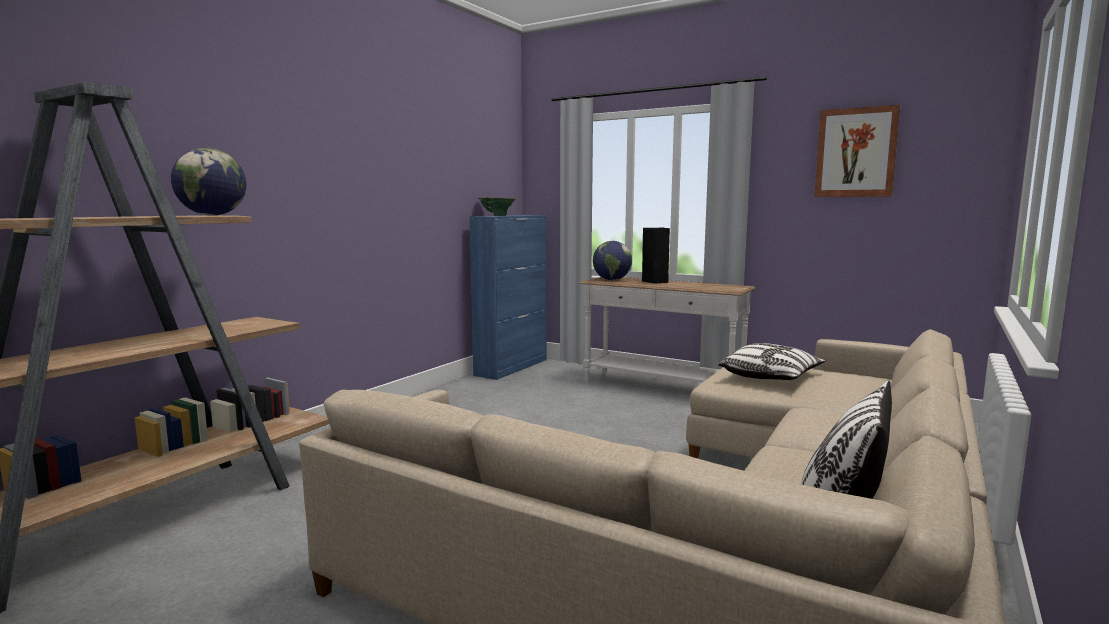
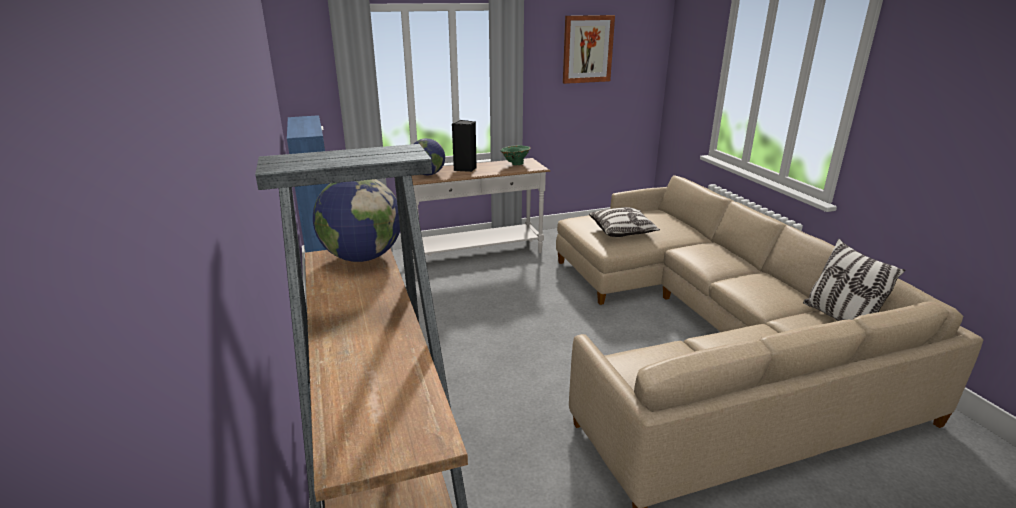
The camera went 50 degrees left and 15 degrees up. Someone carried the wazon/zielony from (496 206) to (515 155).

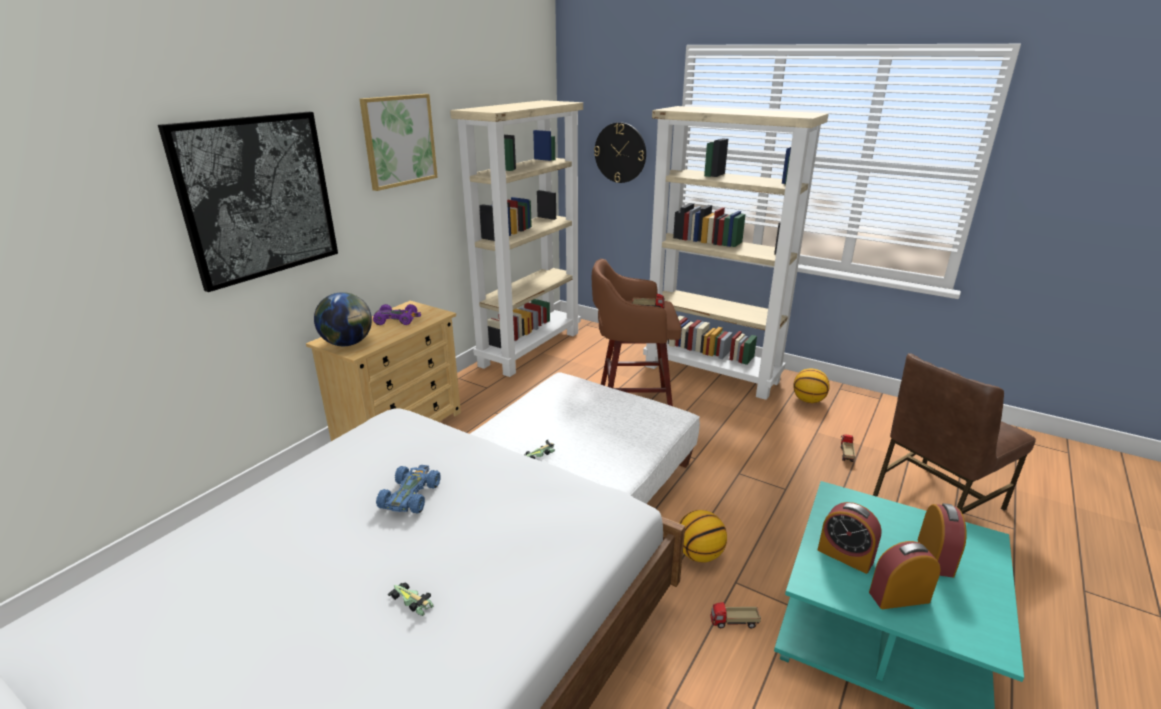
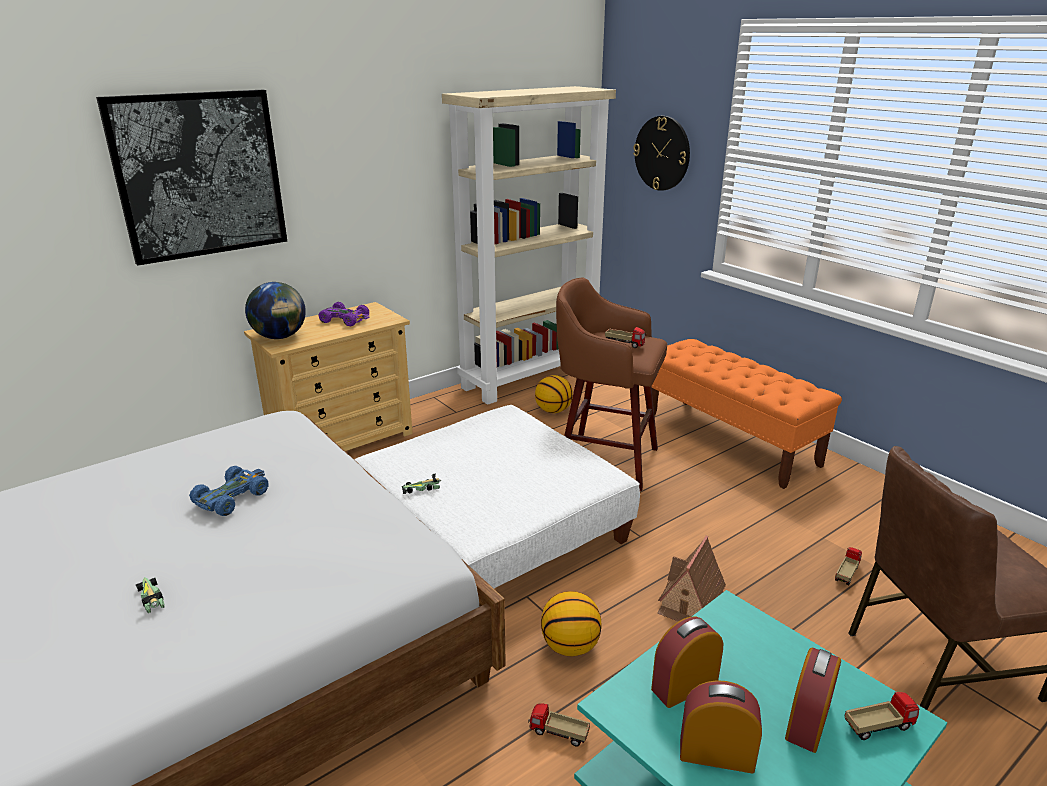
The camera went 20 degrees right and 0 degrees up. Someone took away the obraz at (399 142). Someone swapped the regał/beżowy at (736 253) for the ławka/pomarańczowy at (747 414). Someone carried the piłka do koszykówki from (811 385) to (554 394). Someone rotated the budzik at (850 538) by 90 degrees clockwise. Someone put down the domek at (691 579). Someone put down the ciężarówka zabawkowa at (881 716).

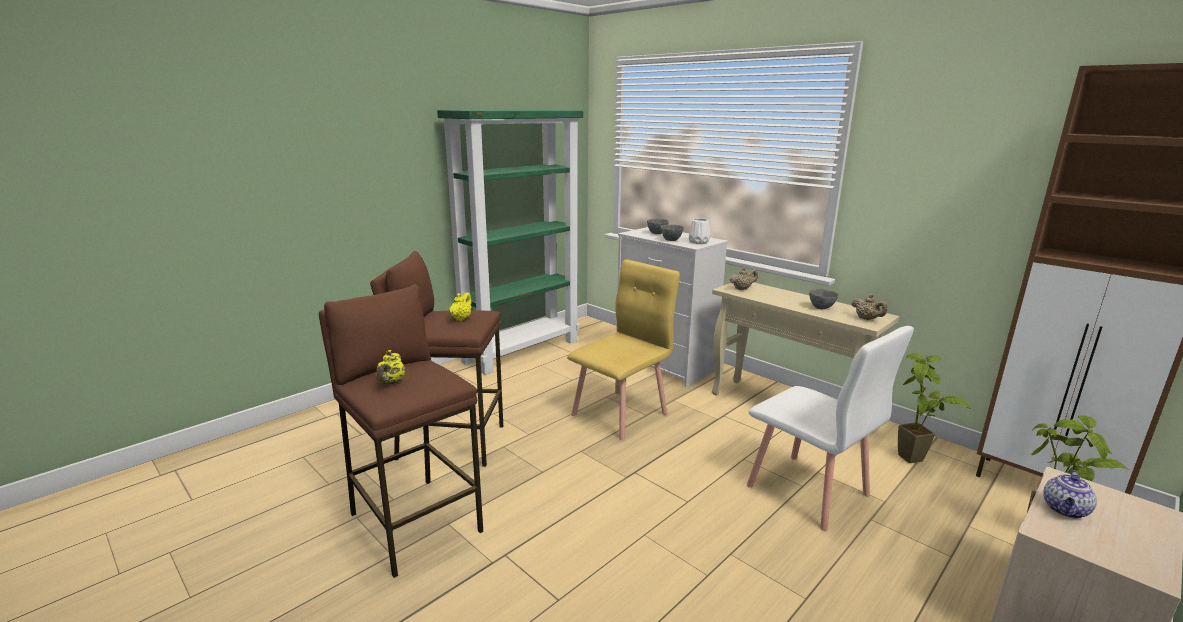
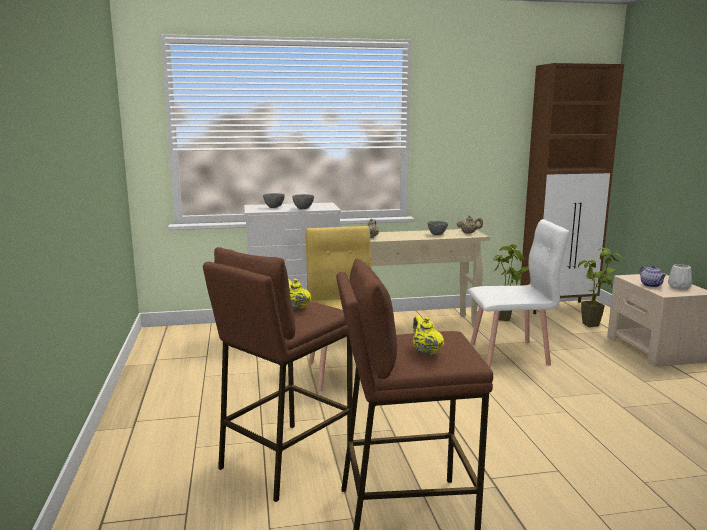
The camera went 55 degrees left and 5 degrees down. Someone rotated the imbryk/żółty at (390 367) by 150 degrees counterclockwise. Someone took away the regał/zielony at (510 242). Someone carried the wazon/biały from (699 231) to (680 277).

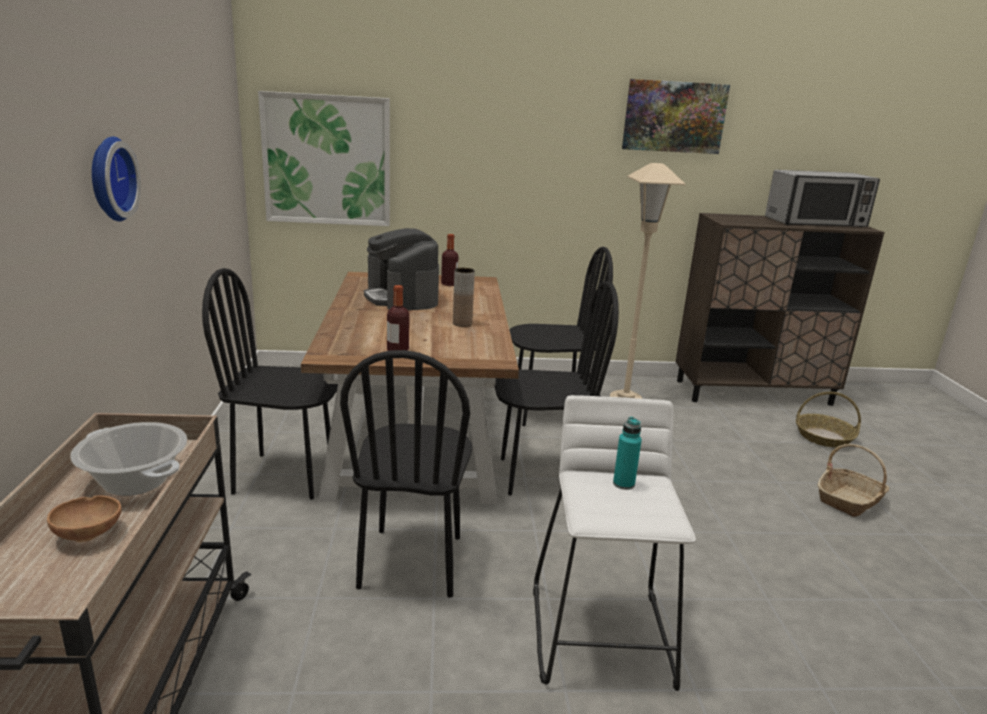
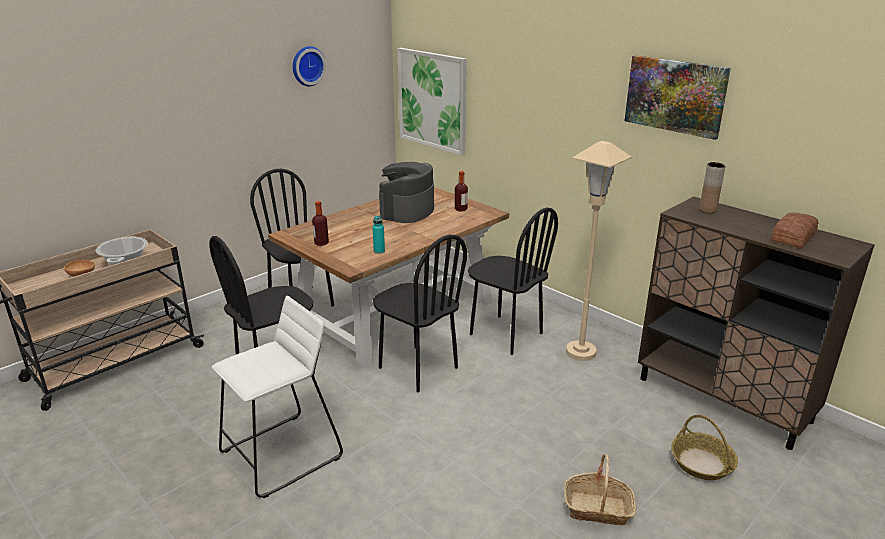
The camera went 50 degrees right and 5 degrees up. Someone carried the zegar ścienny from (116 179) to (309 66). Someone carried the wazon/brązowy from (464 297) to (712 187). Someone carried the butelka/turkusowy from (627 453) to (379 235). Someone swapped the mikrofalówka at (822 198) for the chleb at (795 230).

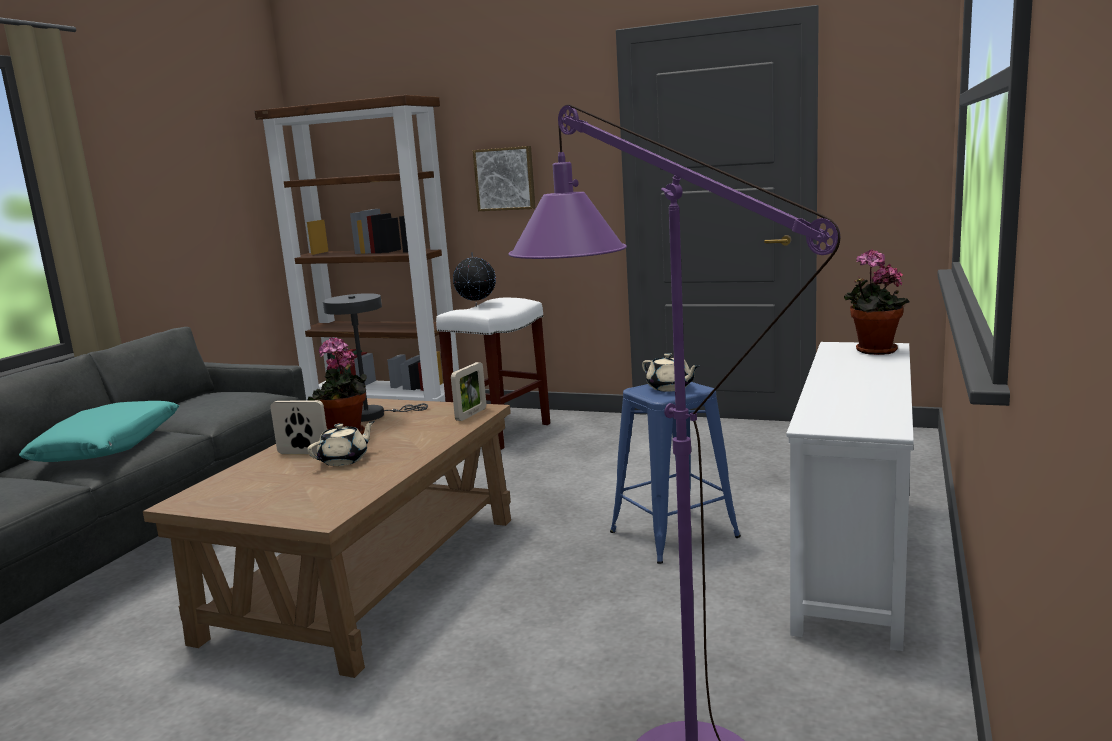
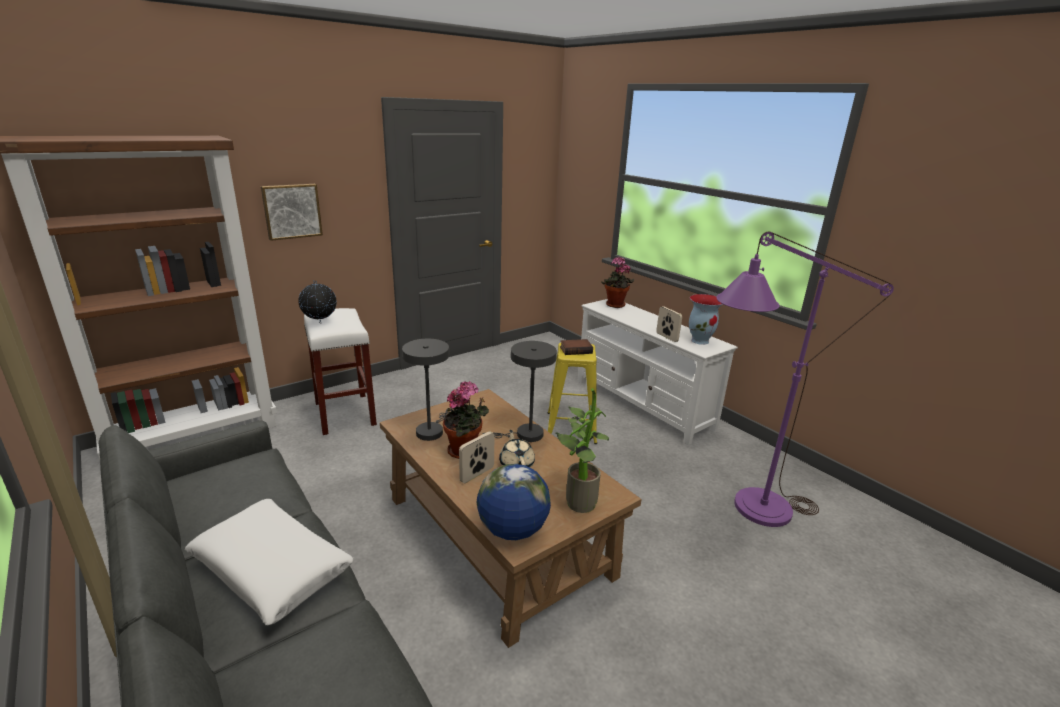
The camera went 60 degrees left and 10 degrees up. Someone repainted the poduszka/turkusowy at (99 431), which became the poduszka/biały at (269 562). Someone carried the ramka na zdjęcie from (468 391) to (669 324). Someone repainted the stołek/niebieski at (675 473), which became the stołek/żółty at (572 393). Someone swapped the imbryk/beżowy at (671 372) for the książka at (576 347). Someone put down the globus at (514 502). Someone put down the lampa stołowa/szary at (519 391). Someone put down the roślina doniczkowa at (582 450). Someone put down the wazon at (706 319).

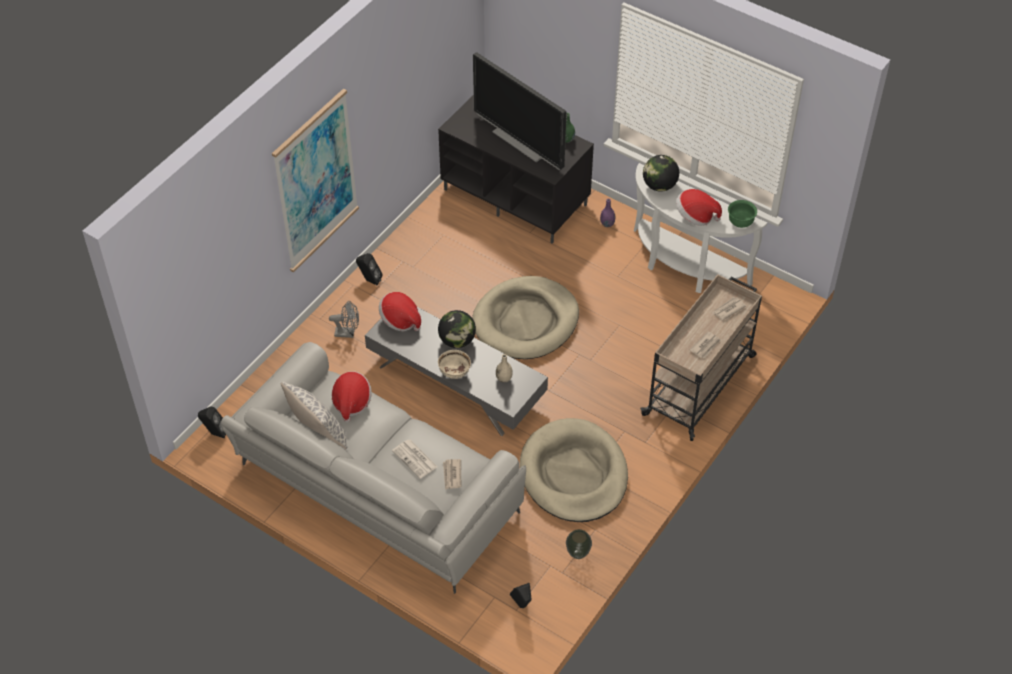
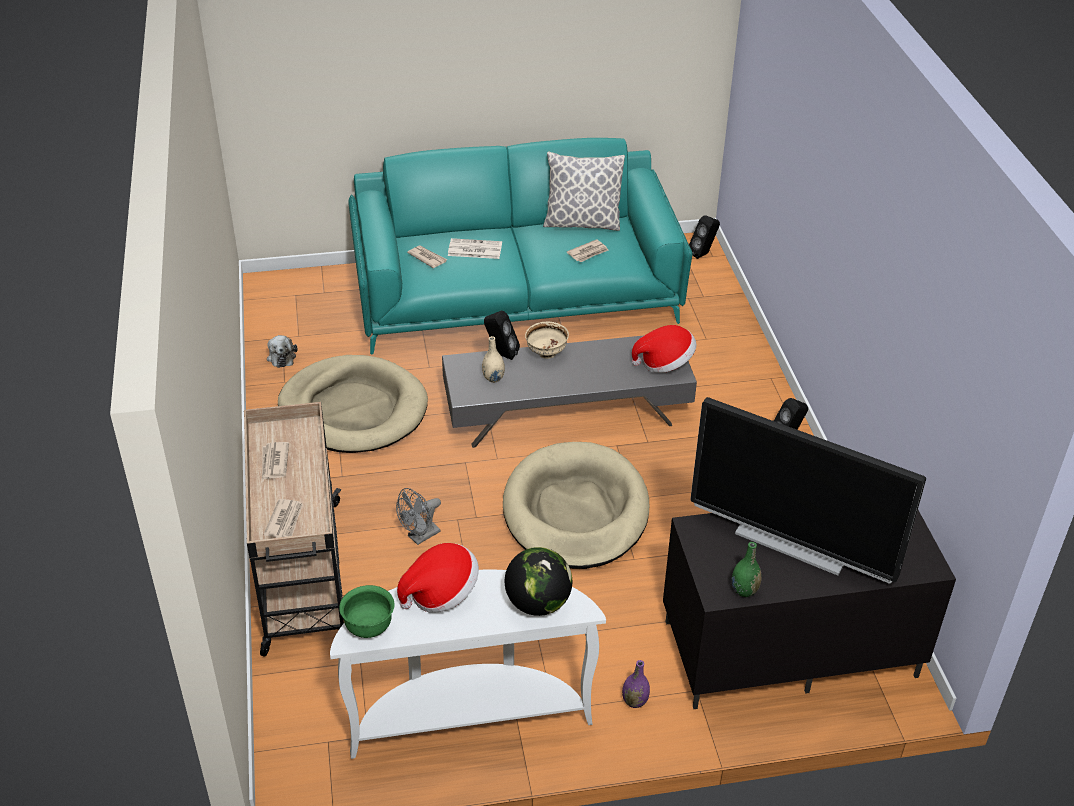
The camera went 135 degrees right and 10 degrees down. Someone repainted the kanapa/szary at (373 468), which became the kanapa/turkusowy at (520 246). Someone took away the obraz at (315 180). Someone carried the wentylator/szary from (344 319) to (418 516). Someone swapped the kapelusz at (352 396) for the gazeta at (588 250). Someone took away the globus at (457 329). Someone rotated the telewizor at (520 111) by 150 degrees counterclockwise. Someone carried the głośnik/czarny from (521 595) to (502 335). Someone swapped the wazon at (579 544) for the pluszak at (282 351).

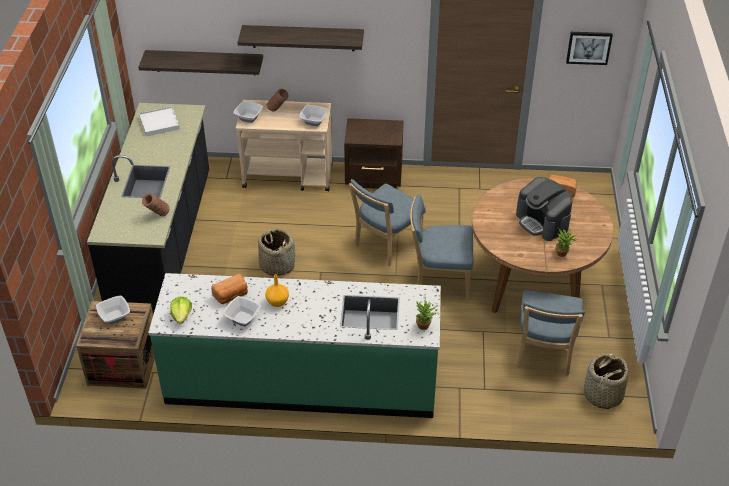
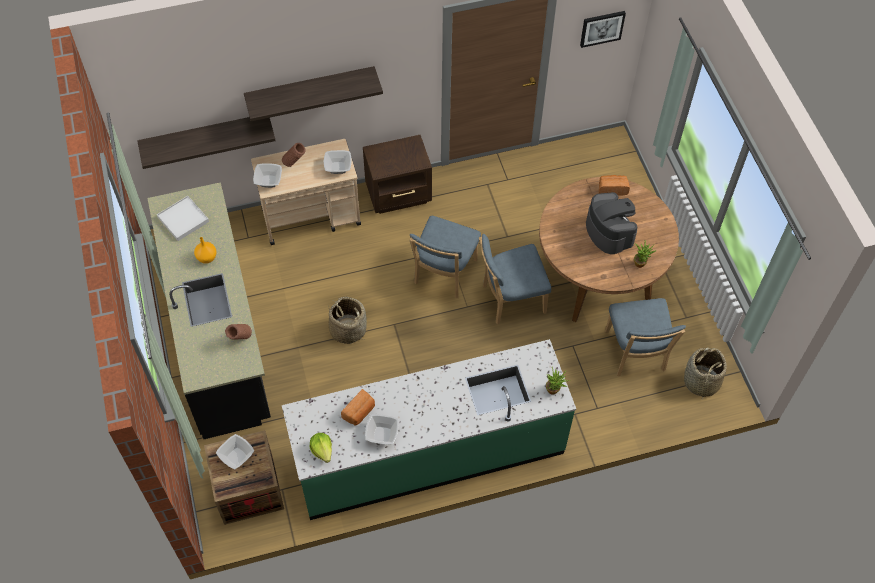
The camera went 20 degrees left and 15 degrees up. Someone carried the wazon/pomarańczowy from (277 290) to (205 250). Someone rotated the ekspres do kawy at (544 209) by 150 degrees counterclockwise.

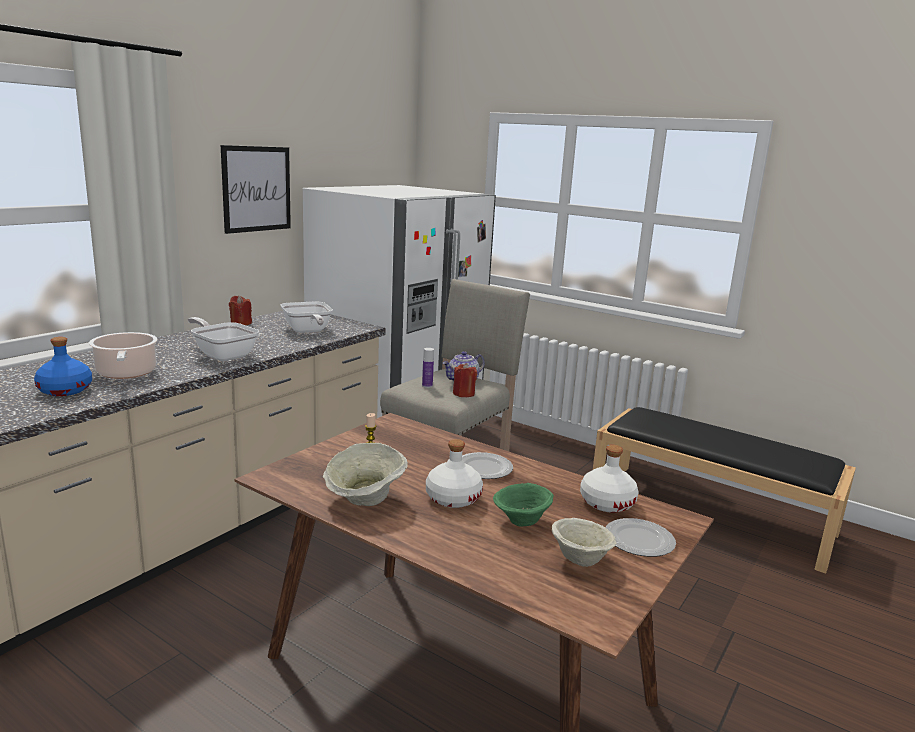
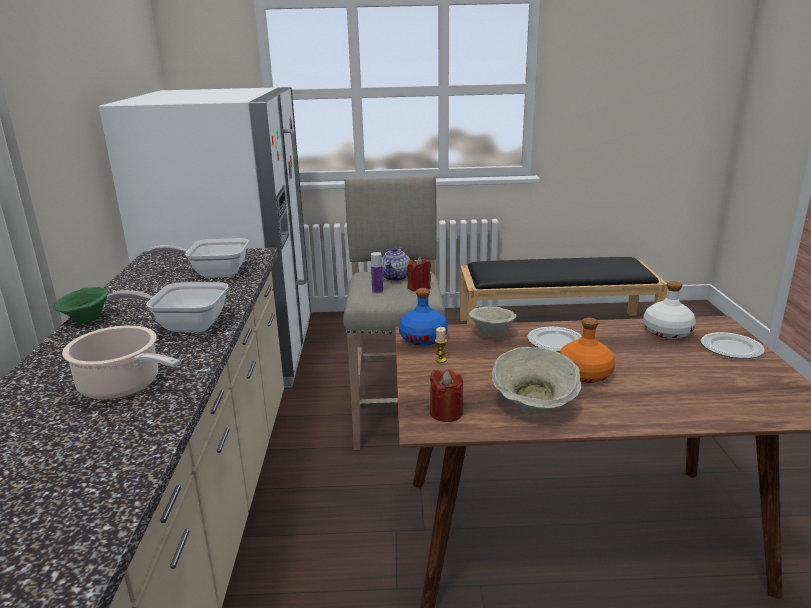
The camera went 35 degrees left and 5 degrees up. Someone carried the butelka/niebieski from (63 366) to (423 317). Someone took away the obraz at (256 189). Someone carried the świeca/czerwony from (240 310) to (446 396). Someone rotated the patelnia at (307 317) by 150 degrees clockwise. Someone repainted the butelka/biały at (454 473), which became the butelka/pomarańczowy at (587 350). Someone carried the miska/zielony from (523 505) to (80 305). Someone carried the miska/beżowy from (584 542) to (492 321).

